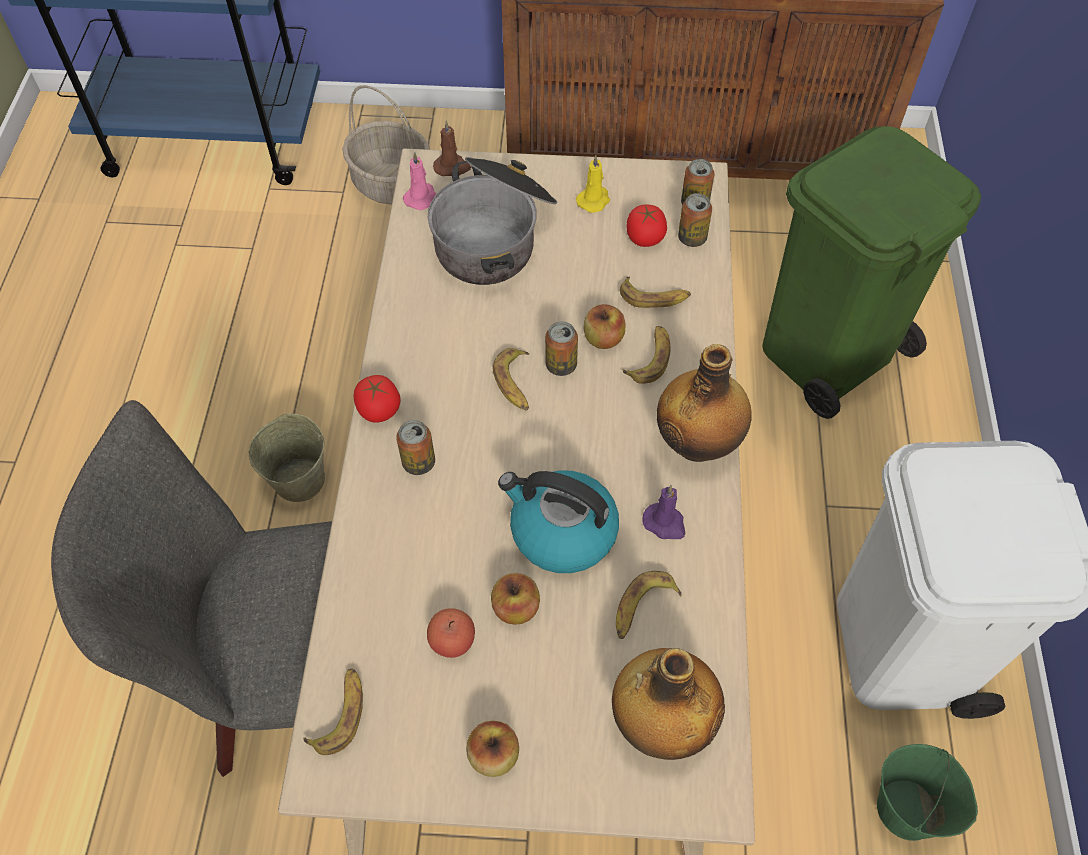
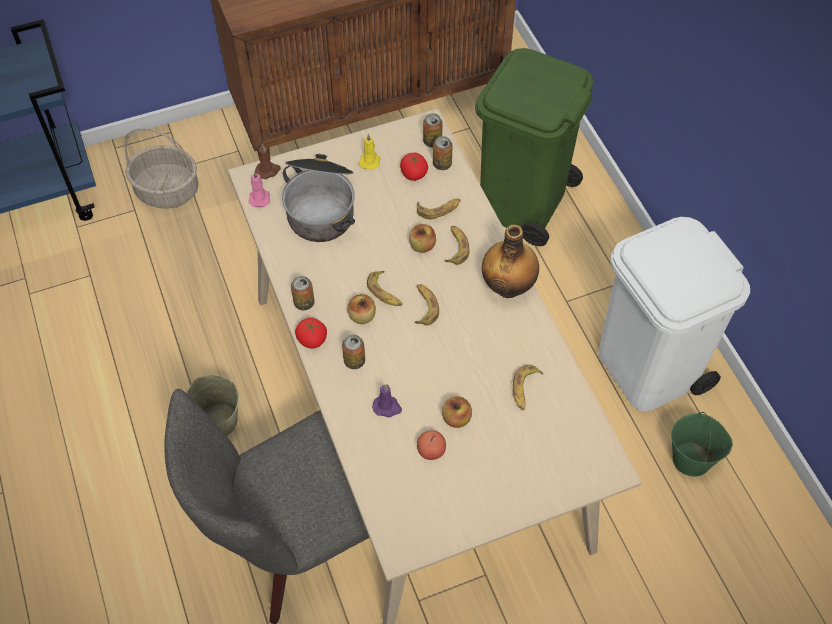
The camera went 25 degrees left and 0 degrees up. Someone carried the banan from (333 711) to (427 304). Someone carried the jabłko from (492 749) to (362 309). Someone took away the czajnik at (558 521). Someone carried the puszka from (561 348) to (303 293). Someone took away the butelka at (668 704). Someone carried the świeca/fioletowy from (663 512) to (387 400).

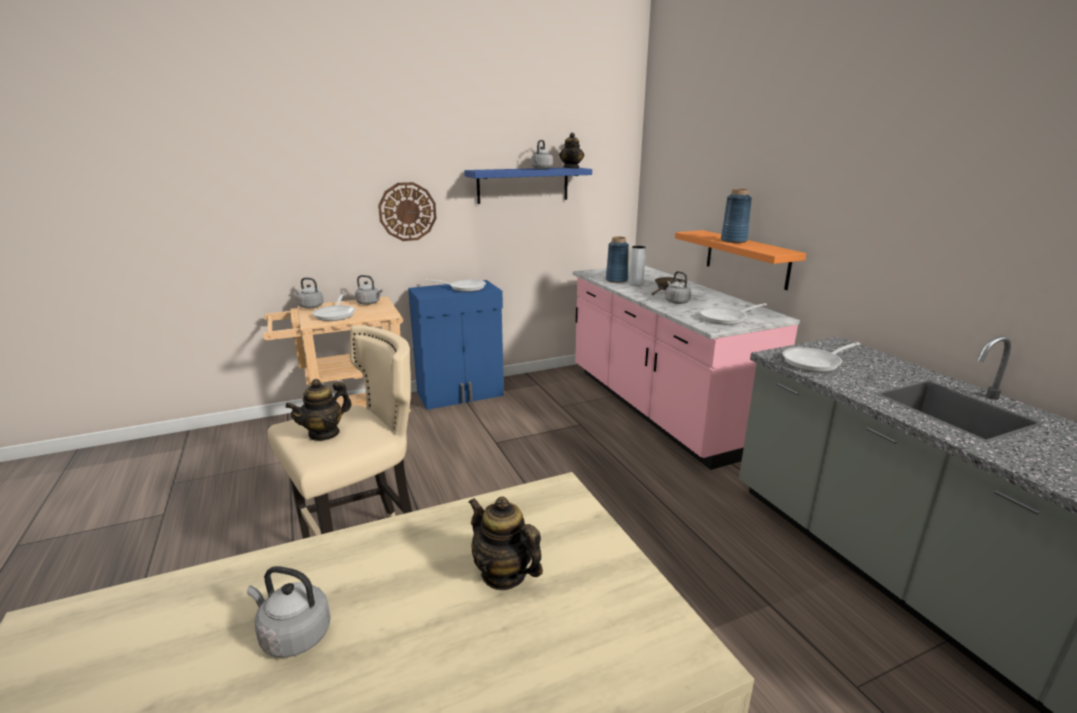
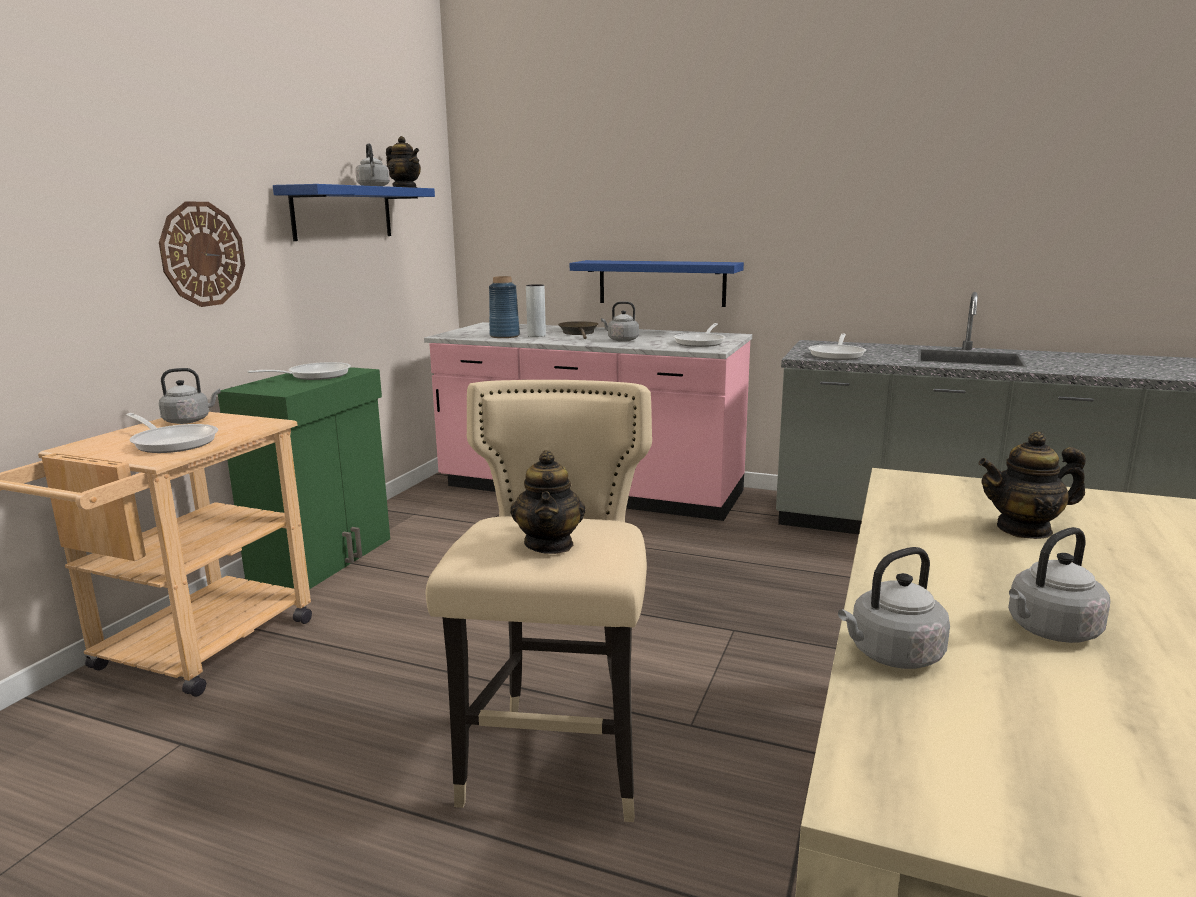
The camera went 45 degrees left and 5 degrees down. Someone carried the czajnik/szary from (309 293) to (894 608). Someone repainted the szafka/niebieski at (456 345), which became the szafka/zielony at (304 478). Someone repainted the półka/pomarańczowy at (740 260), which became the półka/niebieski at (657 283). Someone took away the wazon/niebieski at (736 216).

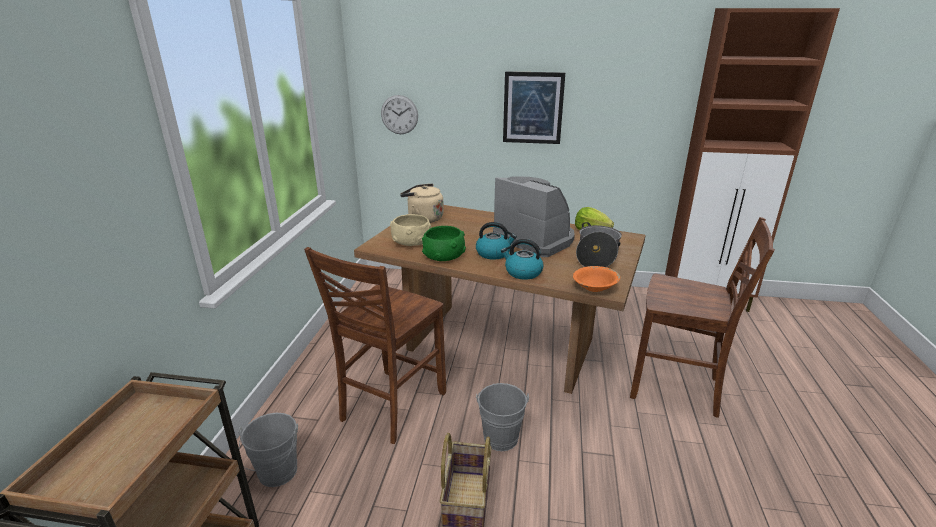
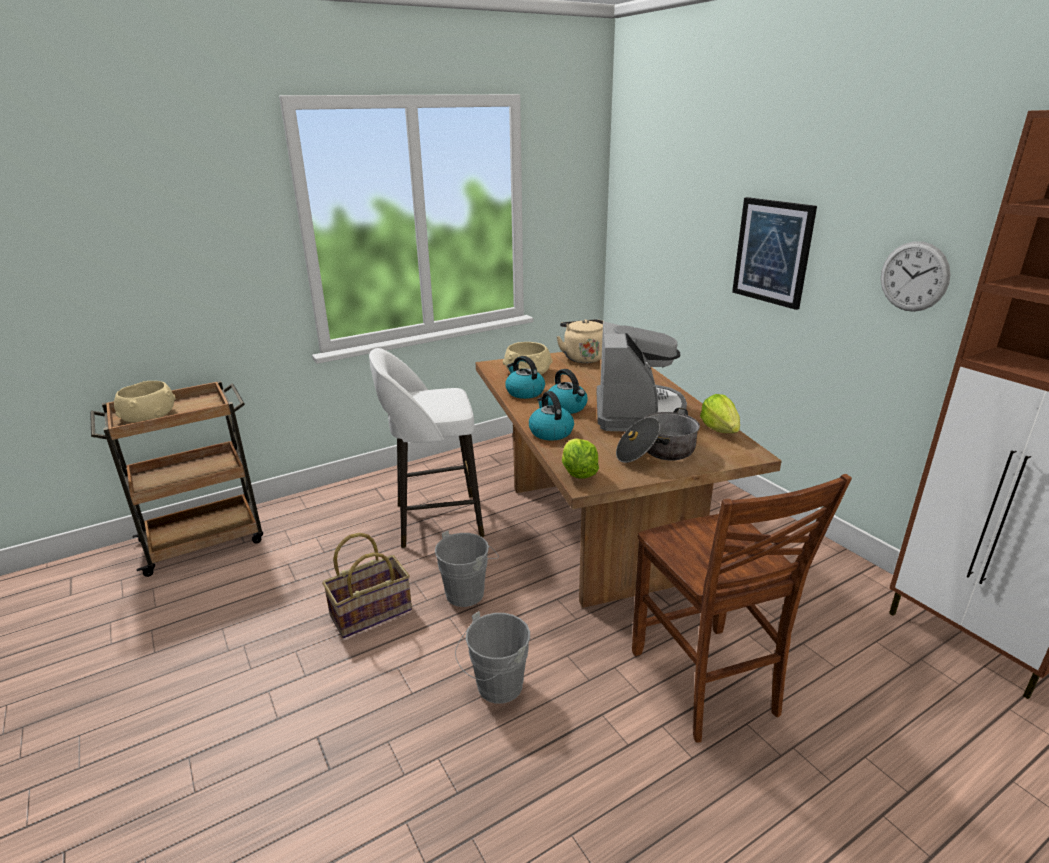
The camera went 50 degrees right and 0 degrees up. Someone carried the wiadro/szary from (268 450) to (492 657). Someone swapped the krzesło/brązowy at (375 345) for the stołek/biały at (427 448). Someone carried the zegar ścienny from (399 114) to (916 276). Someone swapped the miska/zielony at (444 243) for the czajnik at (525 377). Someone swapped the miska/pomarańczowy at (596 279) for the sałata at (580 458). Someone put down the miska/beżowy at (145 402).

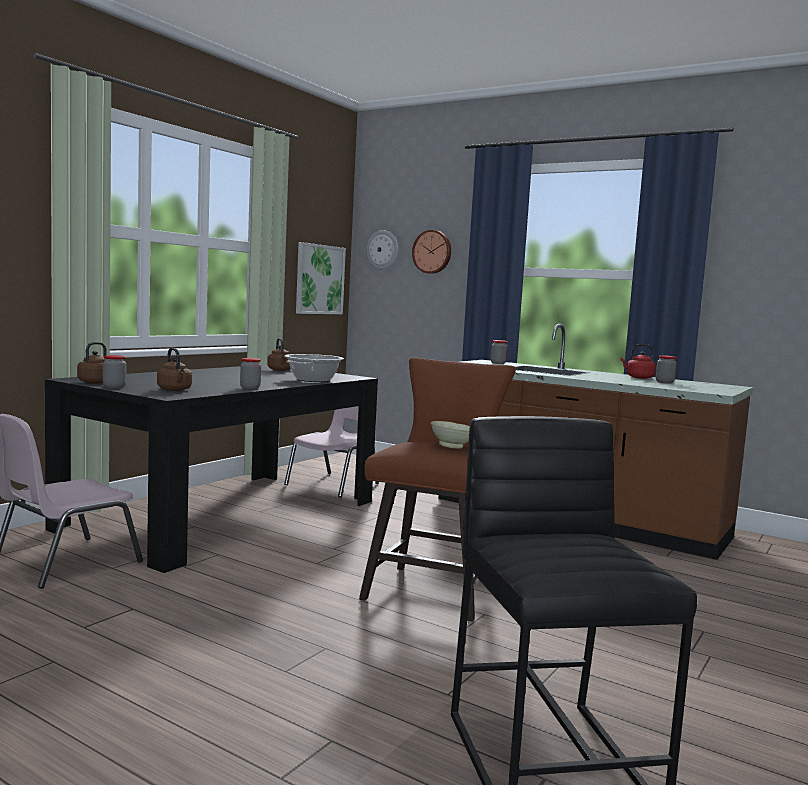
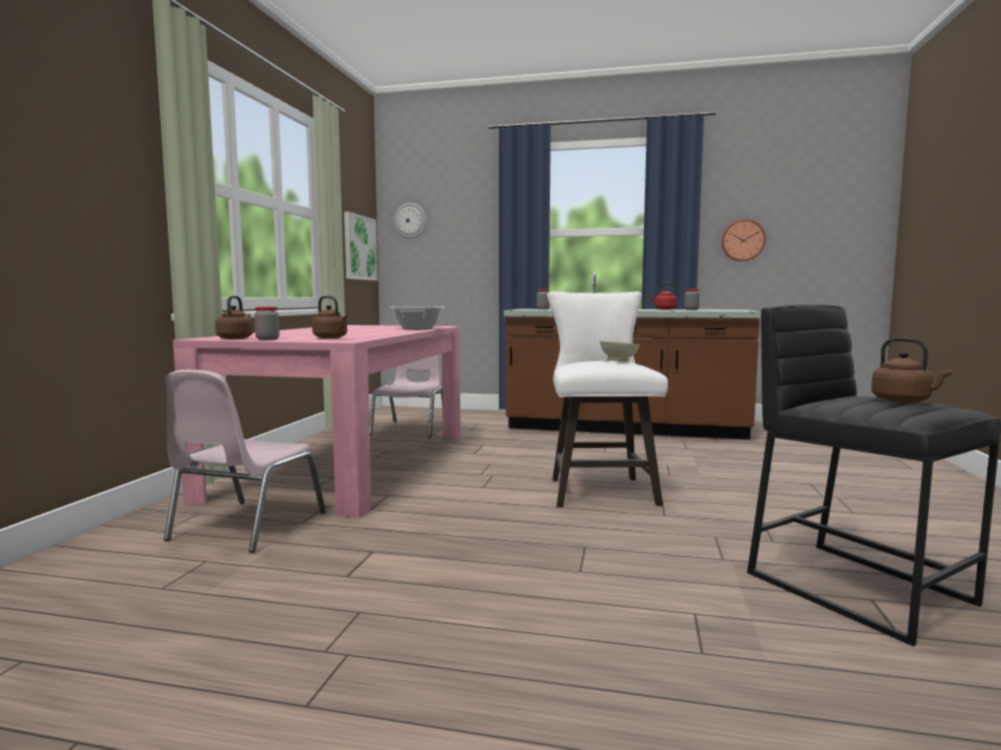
The camera went 20 degrees left and 0 degrees up. Someone repainted the stół jadalny/czarny at (211 469), which became the stół jadalny/różowy at (317 421). Someone took away the słoik at (250 373). Someone carried the czajnik/brązowy from (279 354) to (911 370). Someone repainted the stołek/brązowy at (437 489), which became the stołek/biały at (607 399). Someone carried the zegar ścienny from (431 252) to (743 240).

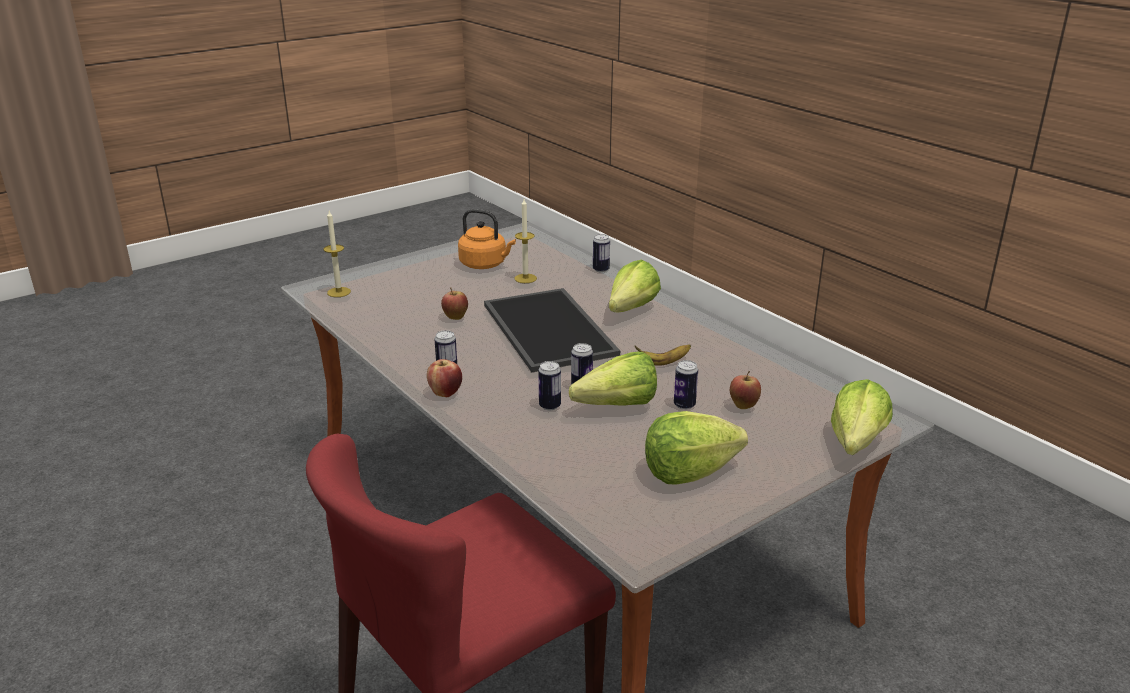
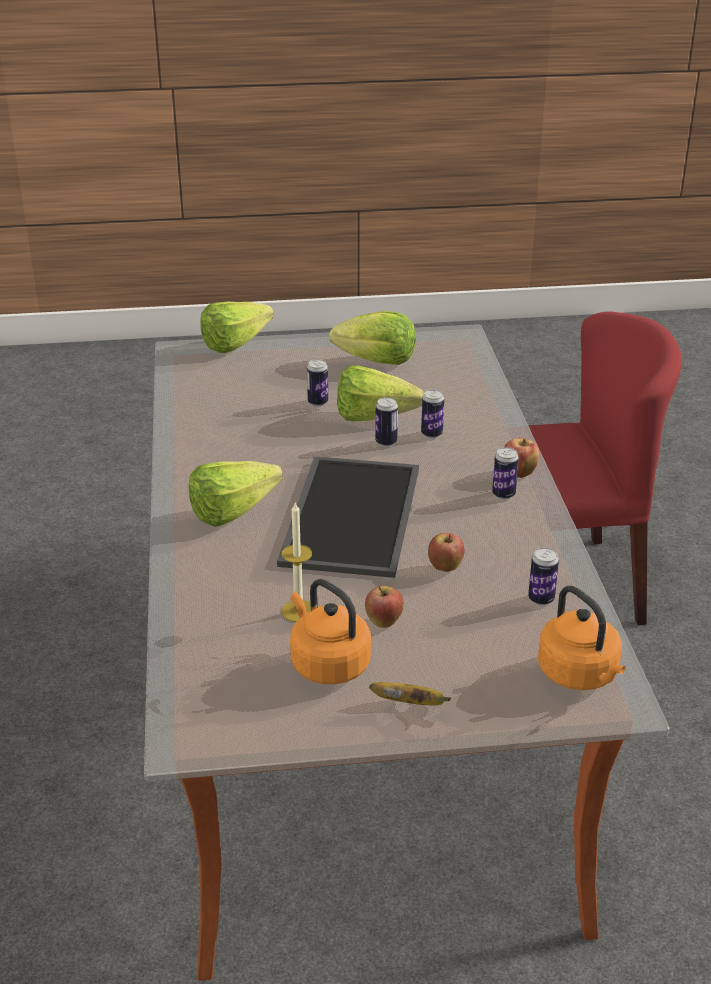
The camera went 150 degrees left and 5 degrees up. Someone swapped the świeca at (337 254) for the czajnik/pomarańczowy at (582 638). Someone carried the puszka from (601 253) to (543 576). Someone carried the banan from (663 355) to (410 694). Someone carried the jabłko from (745 390) to (384 606).

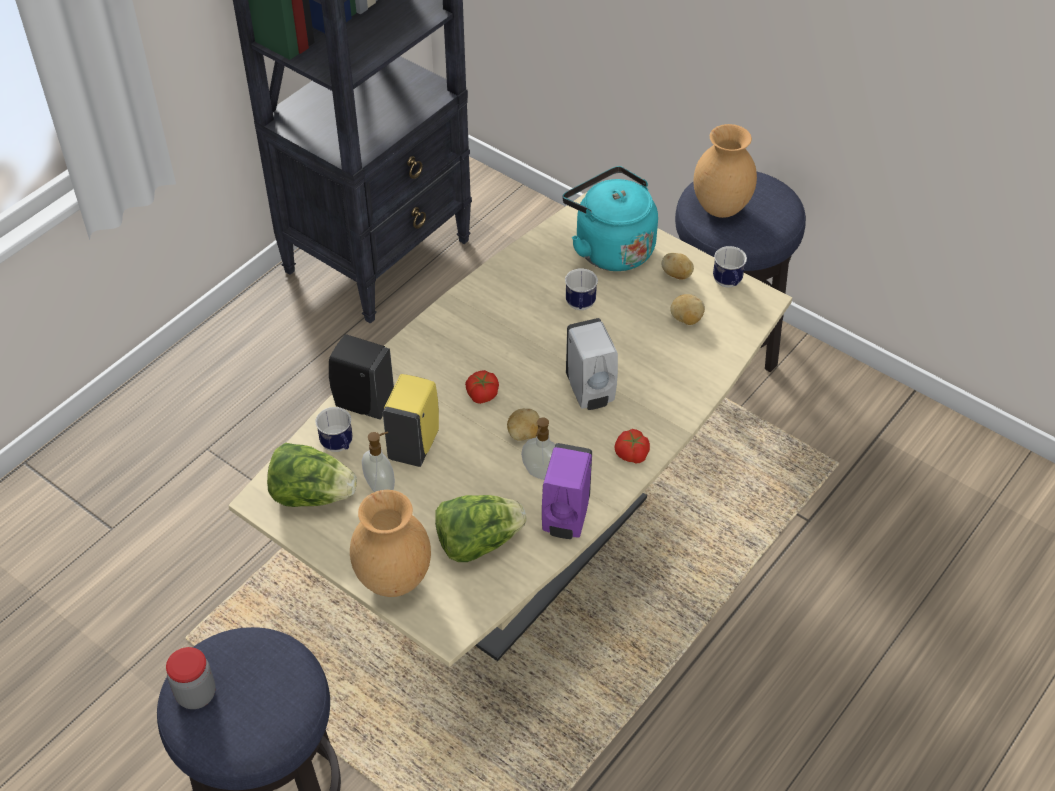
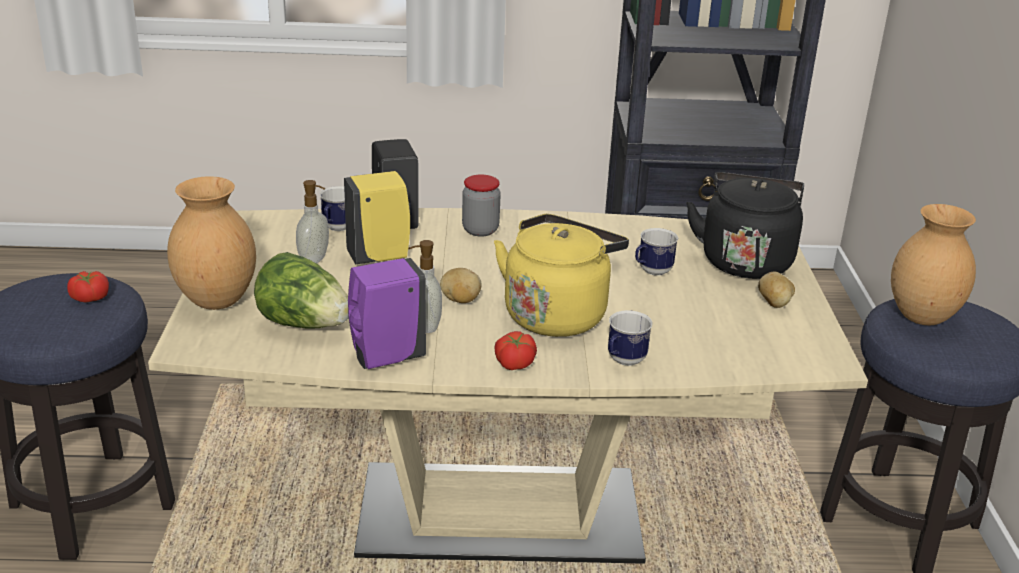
The camera went 50 degrees right and 20 degrees down. Someone carried the słoik from (191 678) to (481 206). Someone took away the sałata at (312 475). Someone carried the pomidor from (482 387) to (88 286). Someone repainted the czajnik/turkusowy at (610 218), which became the czajnik/czarny at (745 225). Someone swapped the dozownik mydła/biały at (592 364) for the czajnik/żółty at (561 275). Someone took away the ziemniak at (687 309). Someone carried the kubek from (730 267) to (630 338).

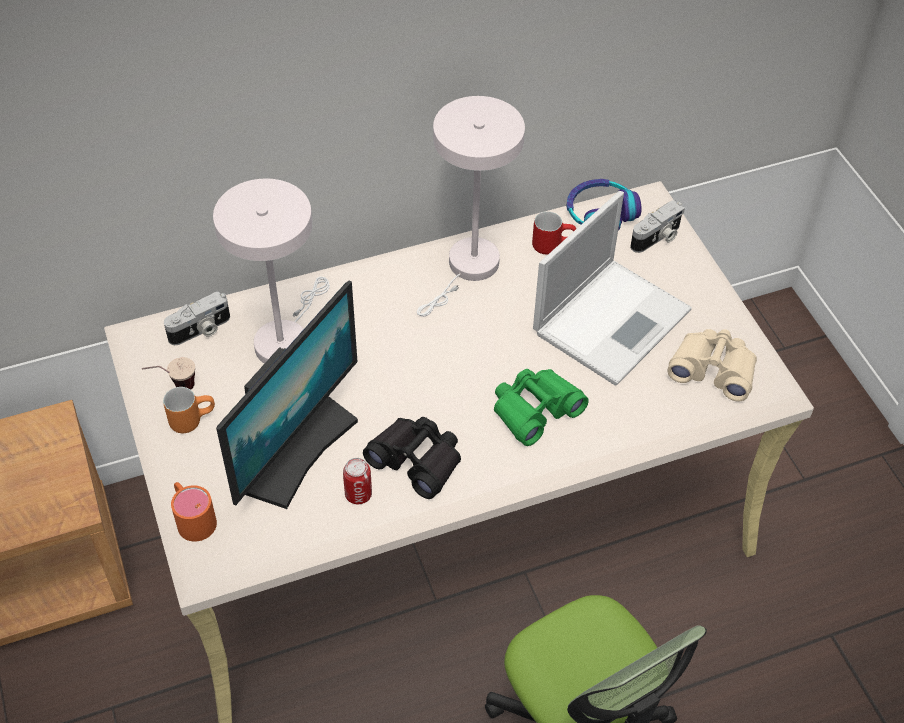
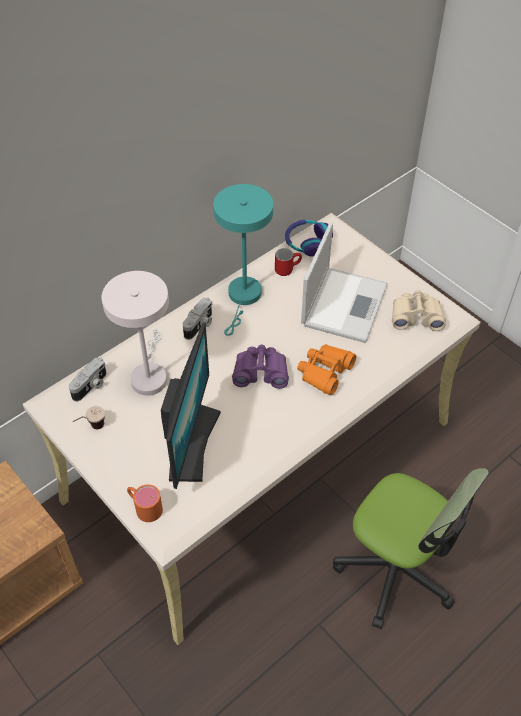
The camera went 20 degrees left and 0 degrees up. Someone took away the kubek/pomarańczowy at (189 410). Someone took away the puszka at (357 481). Someone took away the lornetka/czarny at (412 458). Someone repainted the lampa stołowa/biały at (471 206), which became the lampa stołowa/turkusowy at (243 260). Someone repainted the lornetka/zielony at (541 407), which became the lornetka/pomarańczowy at (326 369). Someone carried the aparat fotograficzny from (657 226) to (197 318). Someone put down the lornetka/fioletowy at (260 367).

